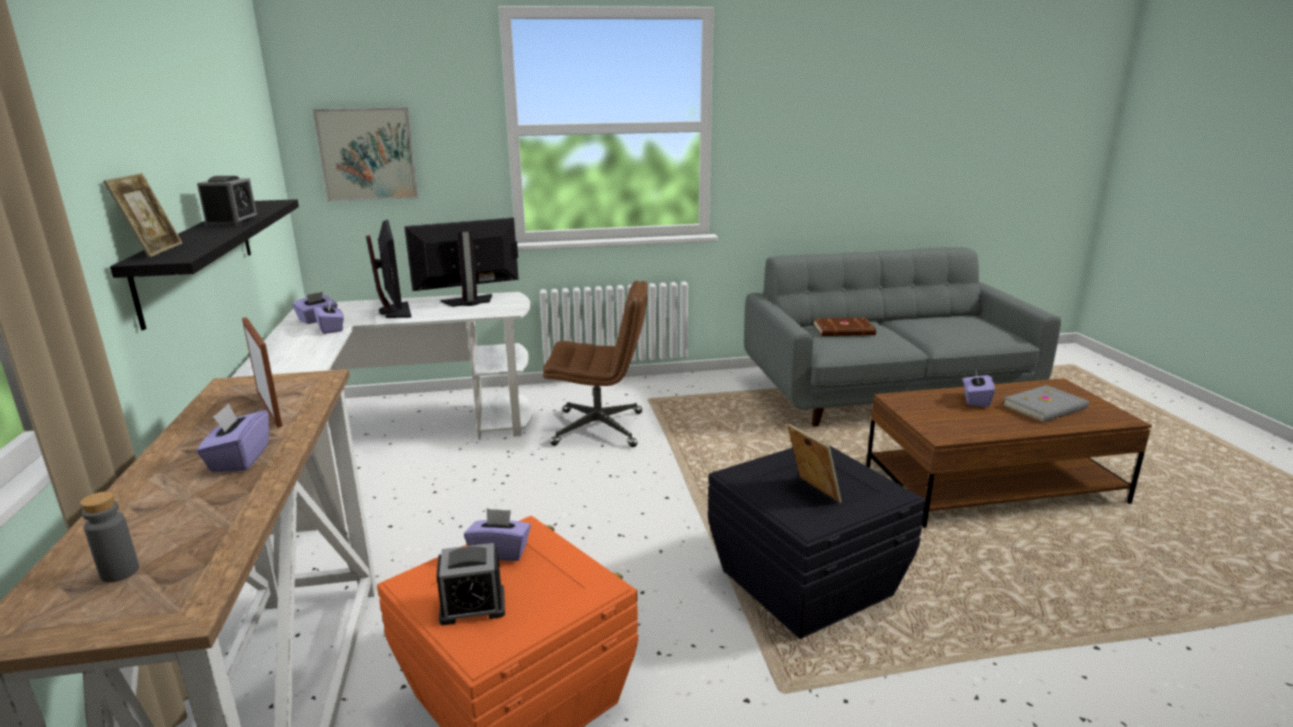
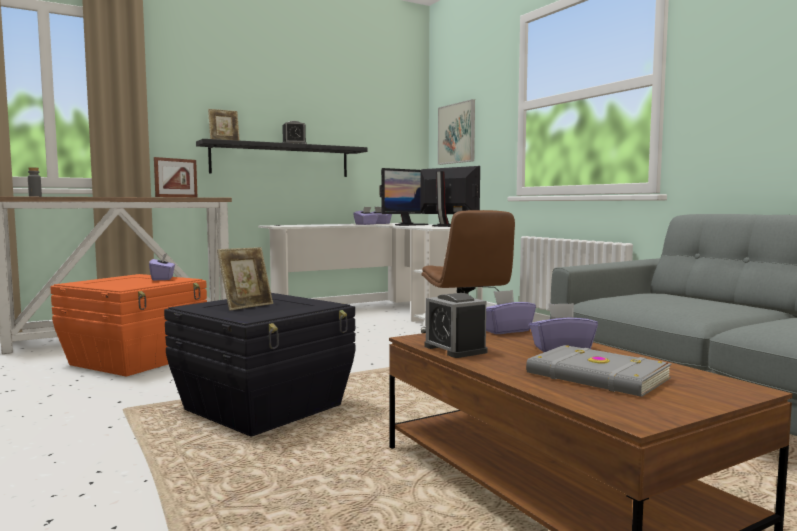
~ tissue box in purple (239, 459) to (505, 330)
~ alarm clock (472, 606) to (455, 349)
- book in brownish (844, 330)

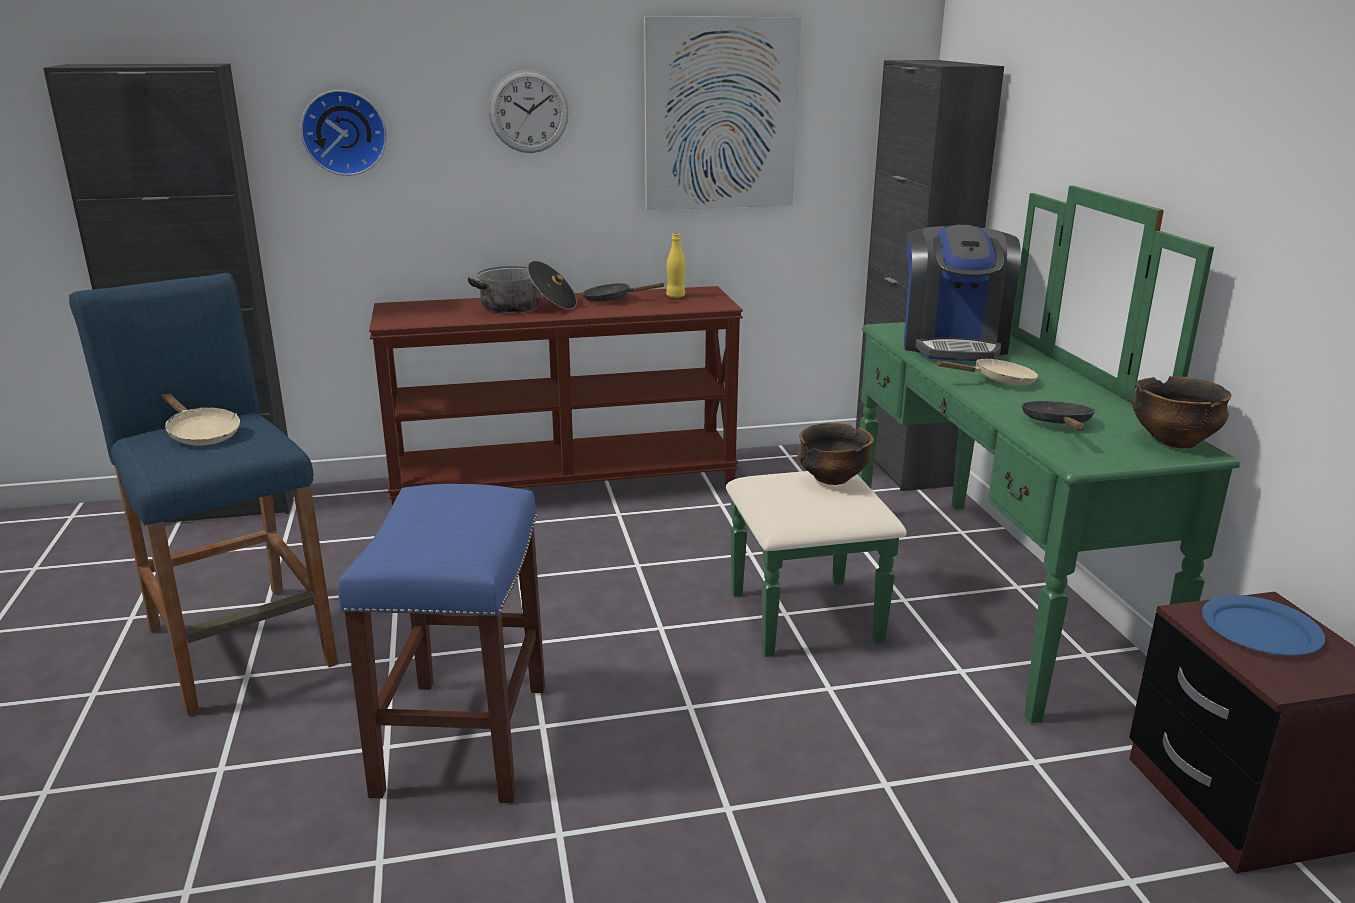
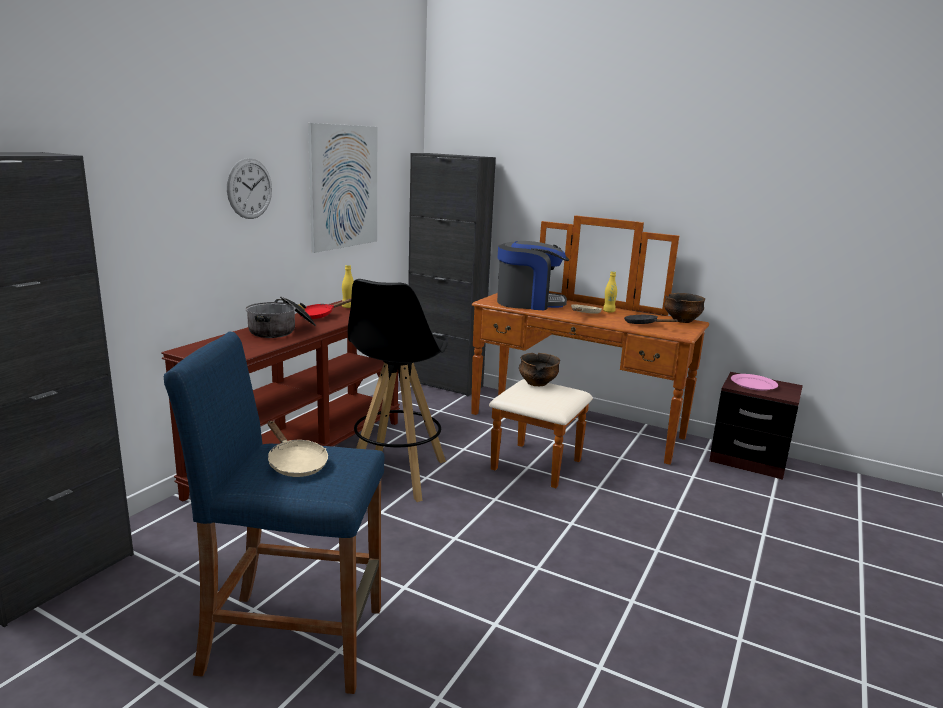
~ frying pan in beige (200, 434) = (295, 464) 60 degrees clockwise
- wall clock (344, 132)
- sitting stool in blue (464, 740)
~ frying pan in blackish (612, 299) to frying pan in reddish (319, 316)
~ chest of drawers in green-coloured (948, 600) to chest of drawers in brownish (568, 434)
~ coffee brewer (953, 344) = (529, 303) 45 degrees counterclockwise
~ flat dish in blue (1259, 630) to flat dish in pink-coloured (753, 384)
+ sitting stool in blackish (396, 475)
+ drink bottle in yellow (608, 311)

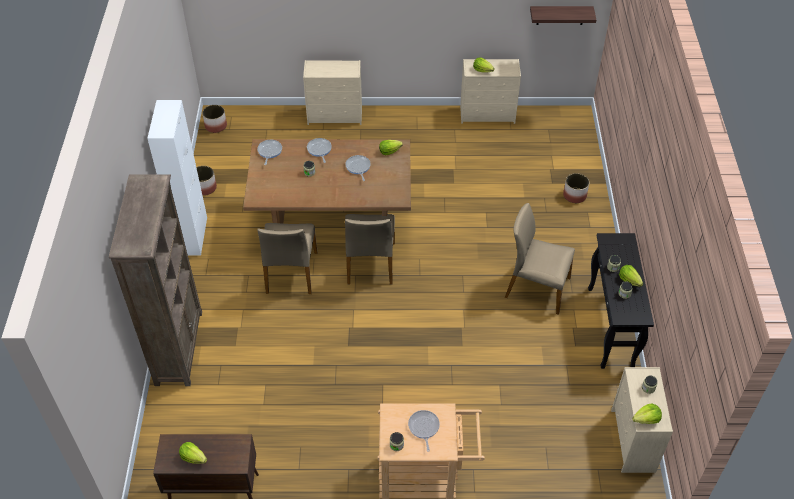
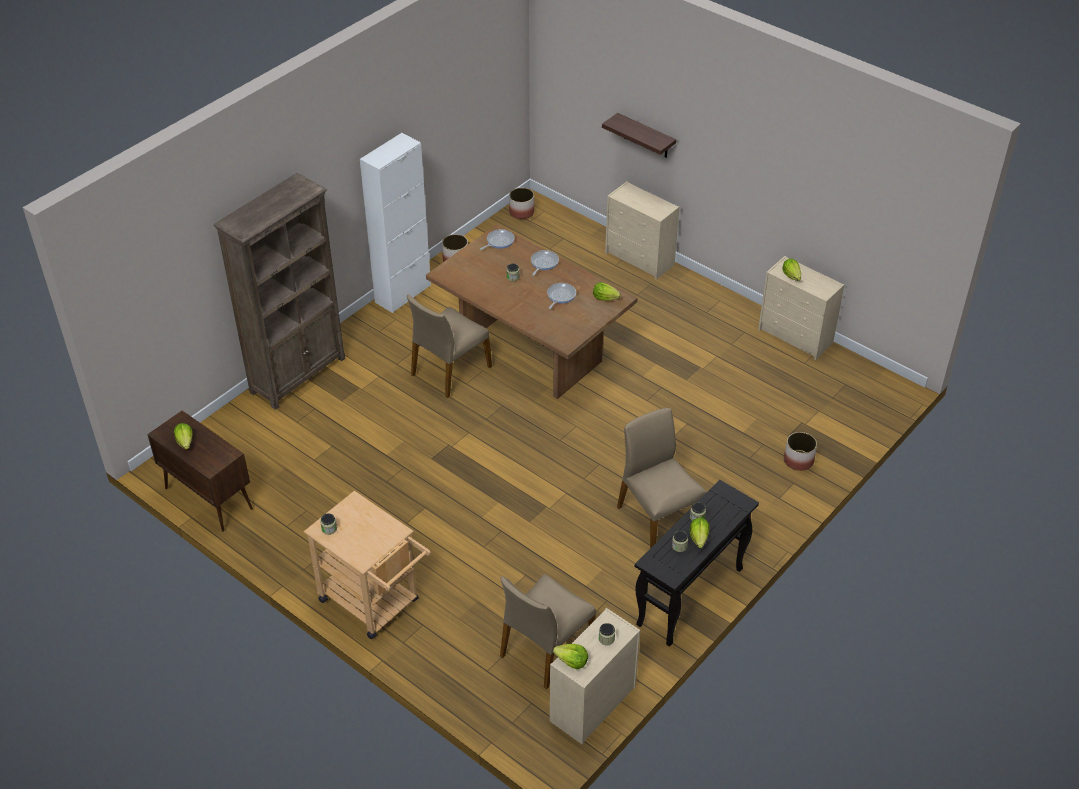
~ plain chair in beige (370, 263) to (546, 649)
- frying pan (423, 428)
~ bracket shelf (560, 15) to (646, 136)

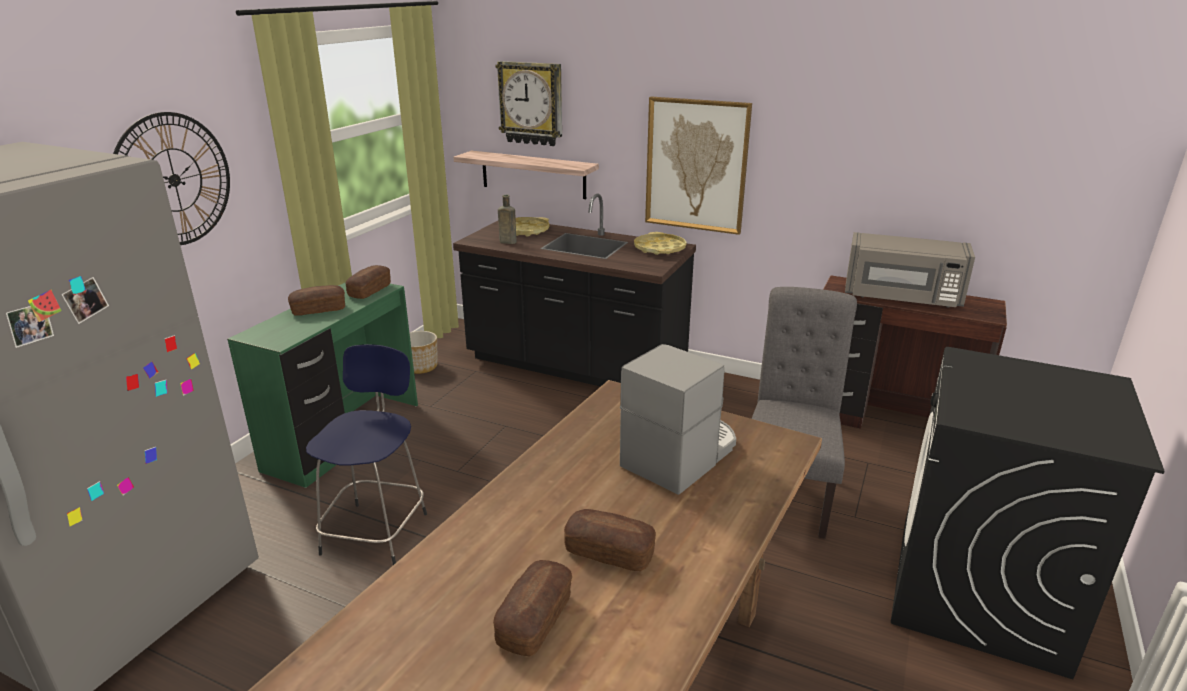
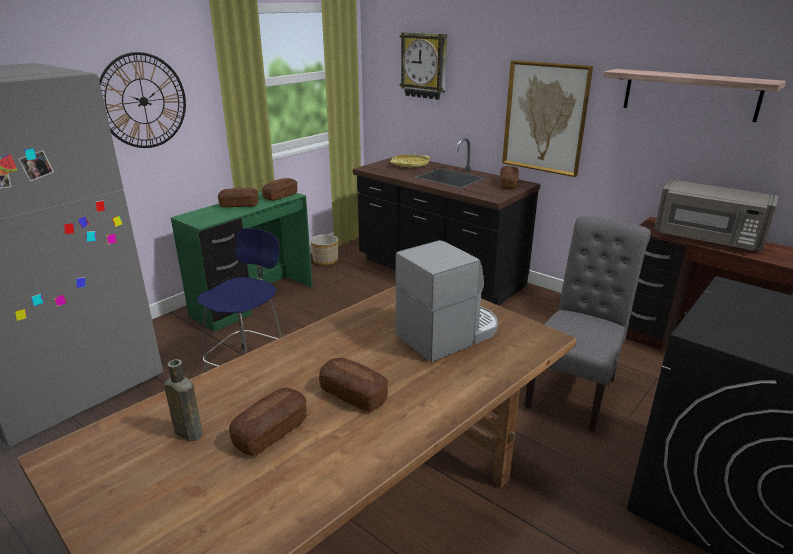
~ bracket shelf (533, 174) to (690, 94)
~ drink bottle in brownish (506, 242) to (187, 432)
~ serving tray in yellow (659, 249) to baked bread (508, 184)

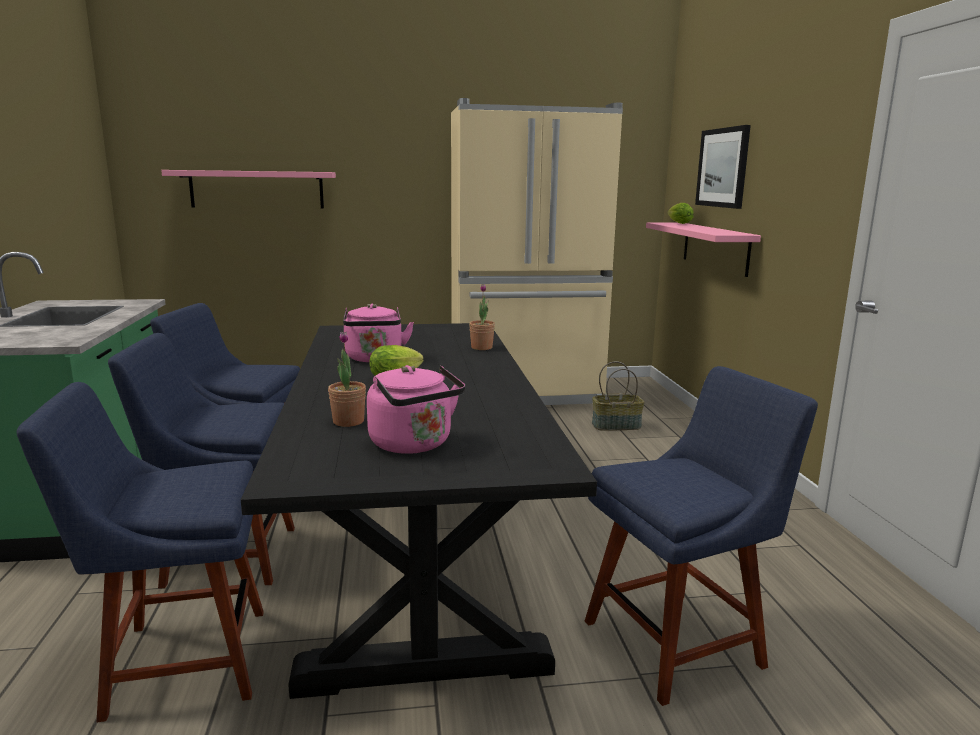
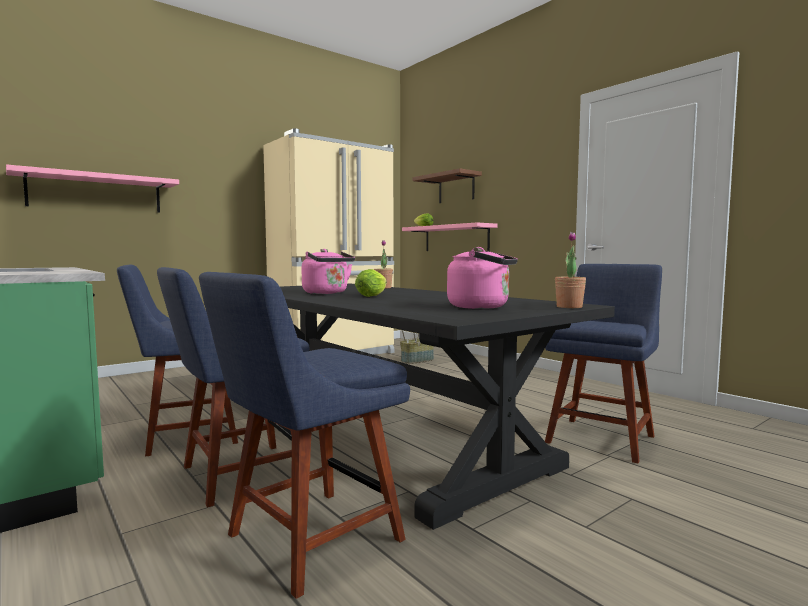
~ plant in a pot (348, 421) to (569, 307)
~ picture (723, 167) to bracket shelf in brownish (456, 188)

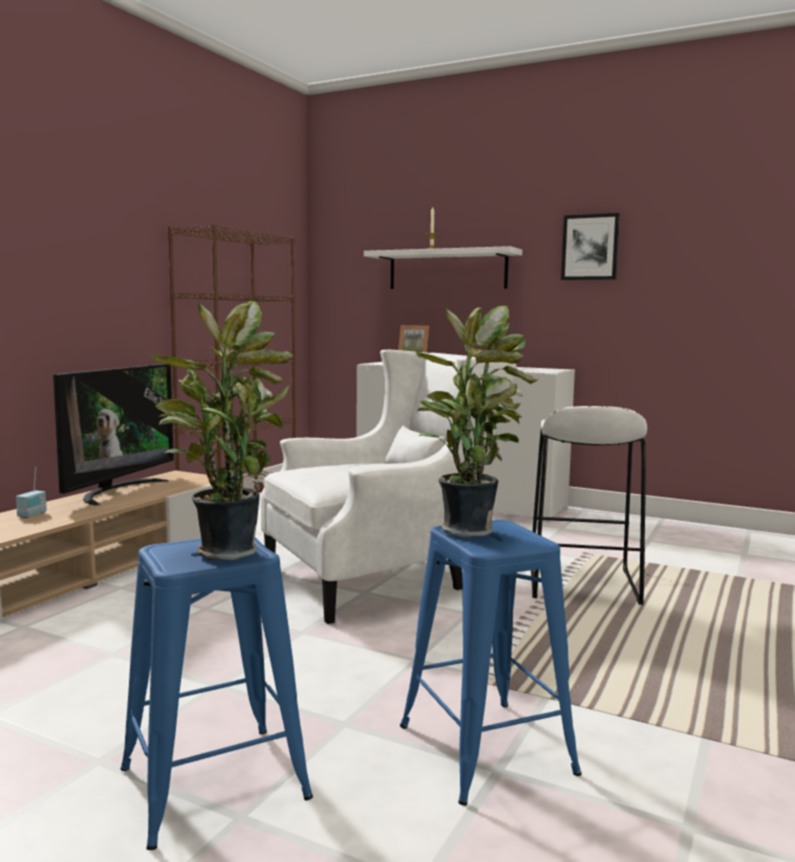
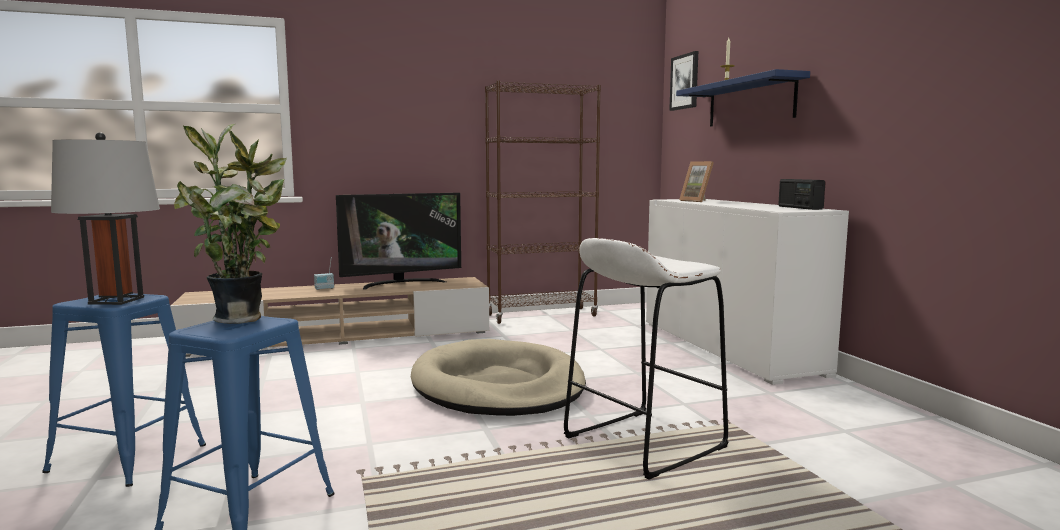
~ plant in a pot (226, 550) to lamp for a table in gray (116, 300)
~ lounge chair in white (381, 578) to pet bed in beige (498, 386)
~ bracket shelf in white (447, 270) to bracket shelf in blue (750, 102)
~ picture (590, 247) to (685, 82)
+ radio (799, 208)

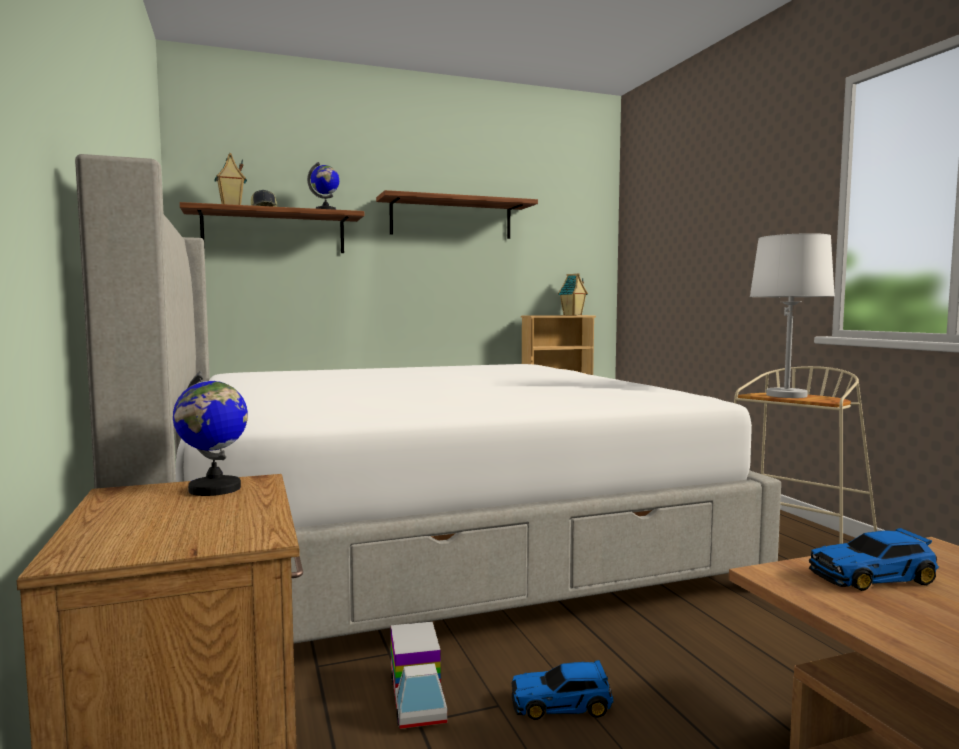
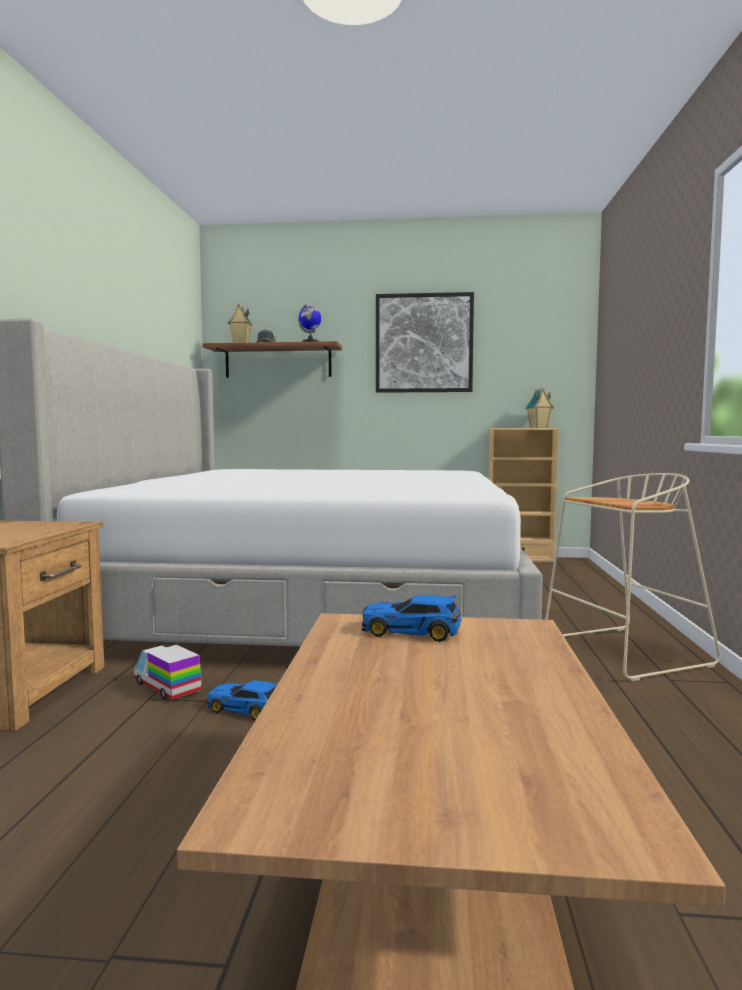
- globe (214, 489)
~ bracket shelf (451, 219) to picture (424, 343)
~ toy truck (417, 698) = (167, 687) 120 degrees clockwise
- lamp for a table in white (787, 395)

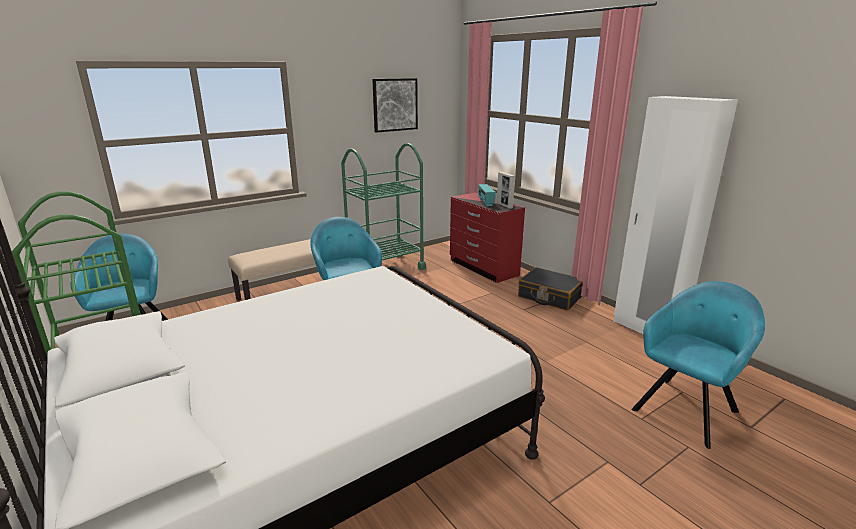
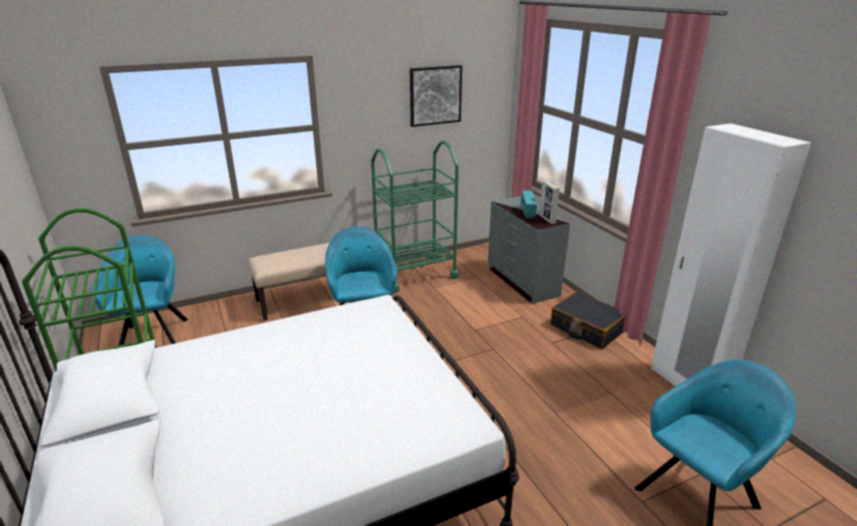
~ chest of drawers in reddish (483, 268) to chest of drawers in gray (522, 282)

